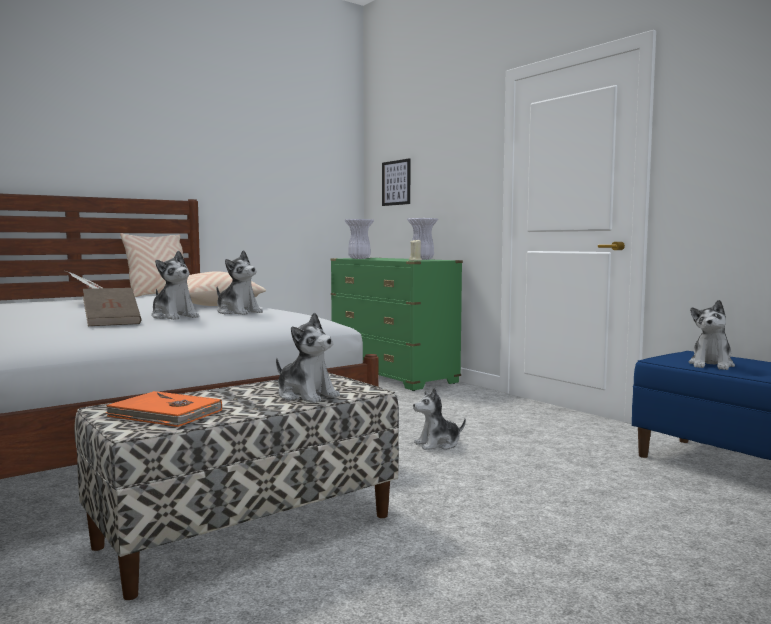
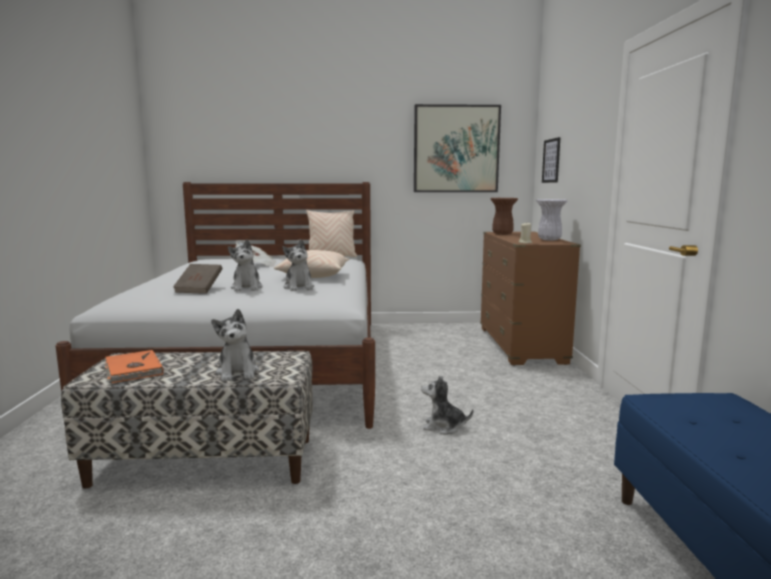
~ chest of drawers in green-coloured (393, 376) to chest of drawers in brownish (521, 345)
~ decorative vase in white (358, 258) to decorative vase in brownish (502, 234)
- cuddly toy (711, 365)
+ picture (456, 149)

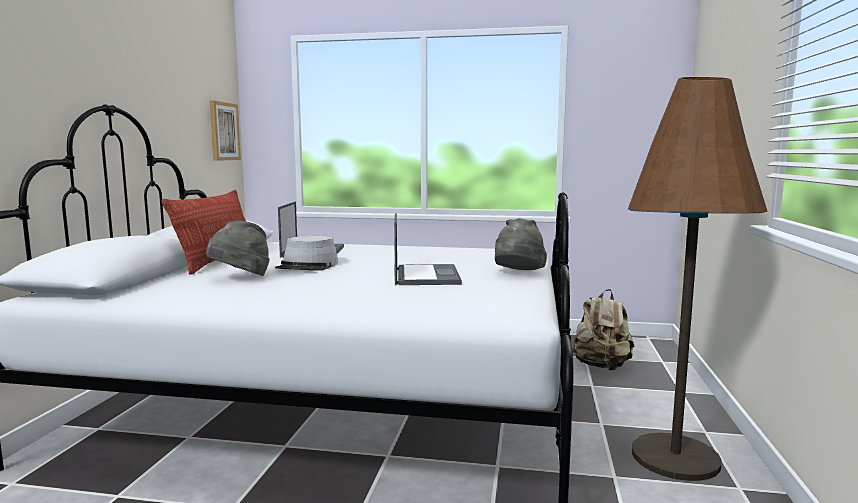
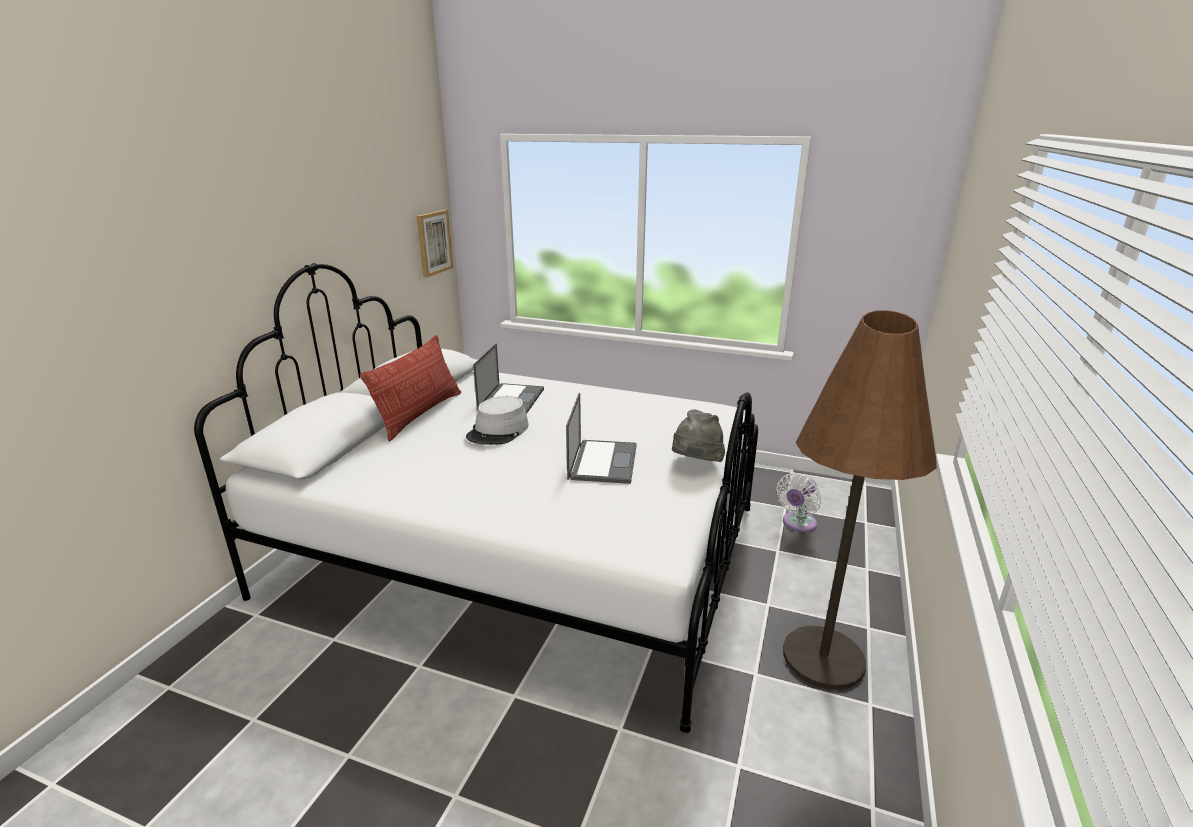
- wearable hat in gray (240, 278)
~ knapsack in beige (601, 367) to fan in white (797, 524)

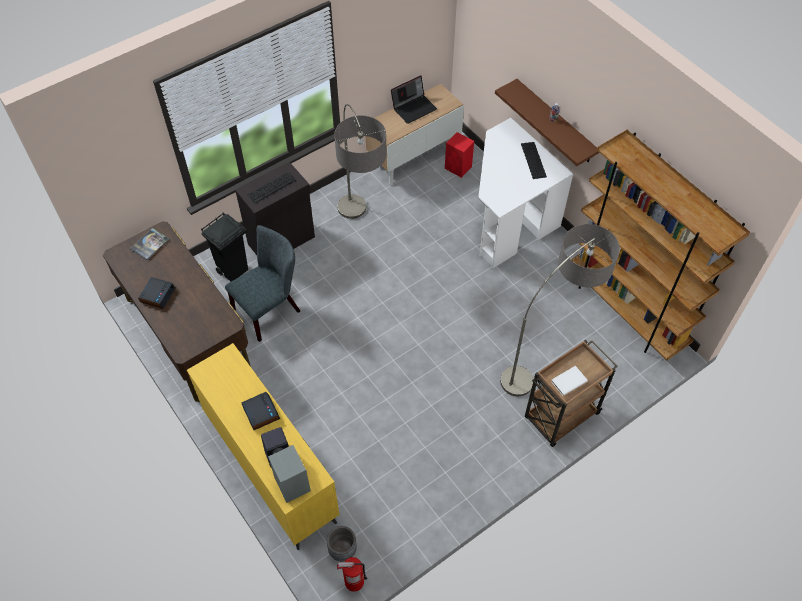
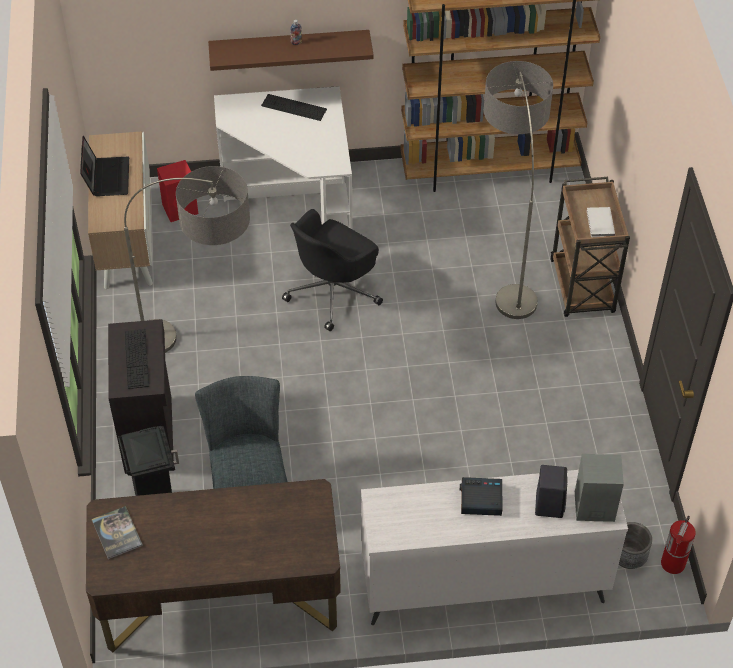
- alarm clock (157, 295)
~ chest of drawers in yellow (271, 468) to chest of drawers in white (482, 585)
+ desk chair in blackish (333, 292)

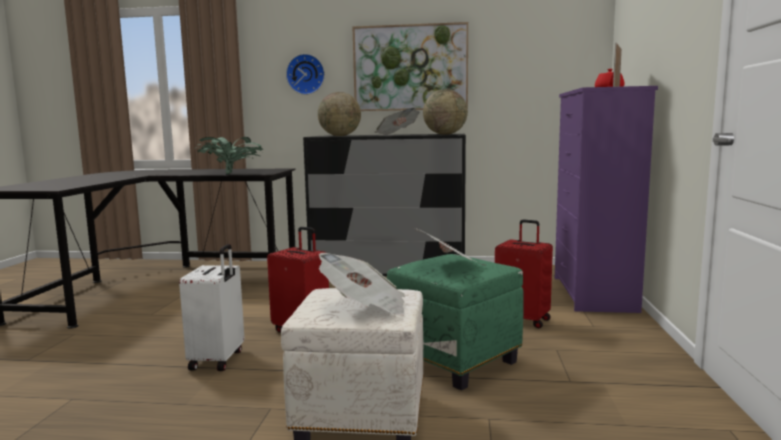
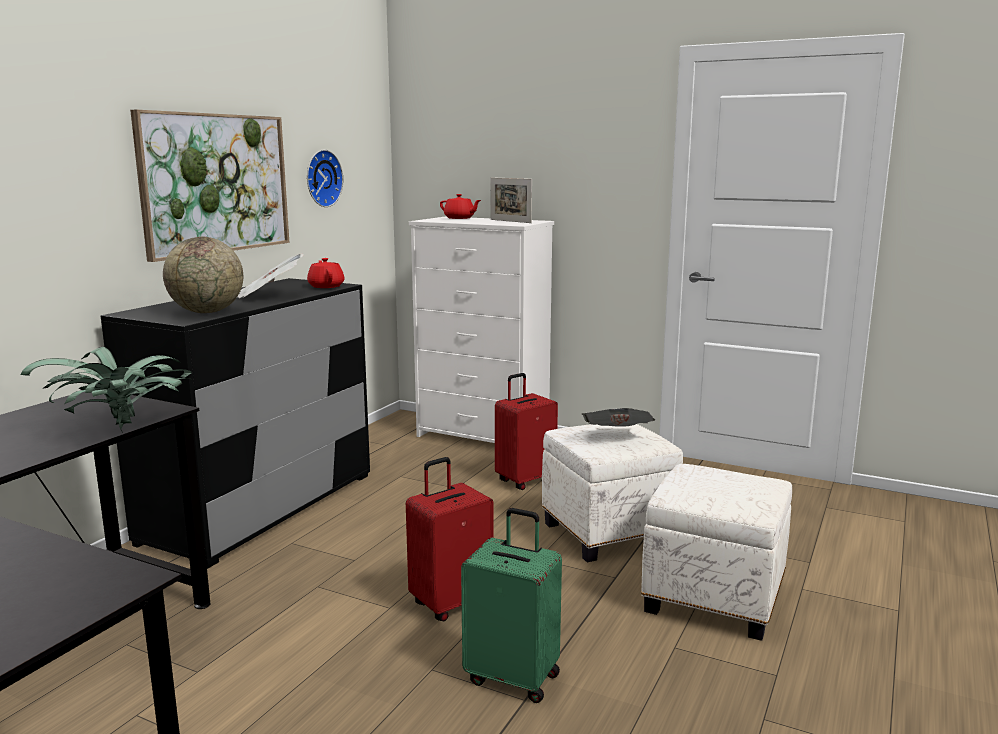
~ travel case in white (218, 360) to travel case in green-coloured (514, 677)
~ wall clock (306, 74) to (321, 178)
- daily paper (365, 307)
~ ottoman in green-coloured (455, 361) to ottoman in white (608, 533)
~ globe (445, 134) to teapot in reddish (326, 286)
~ chest of drawers in purple (592, 294) to chest of drawers in white (483, 437)

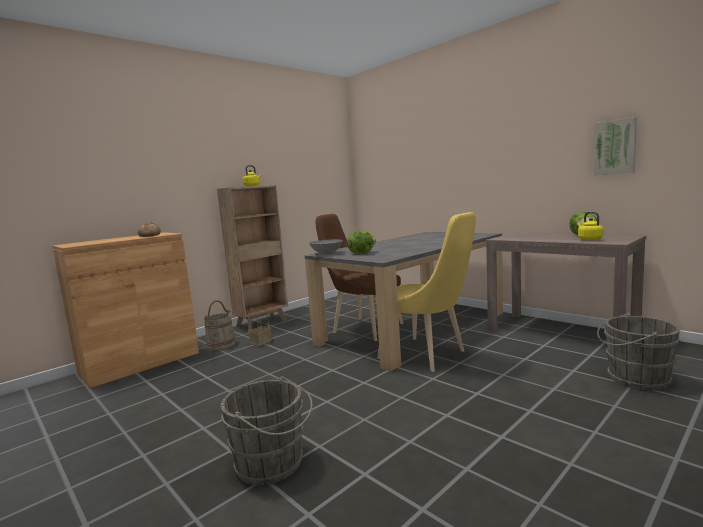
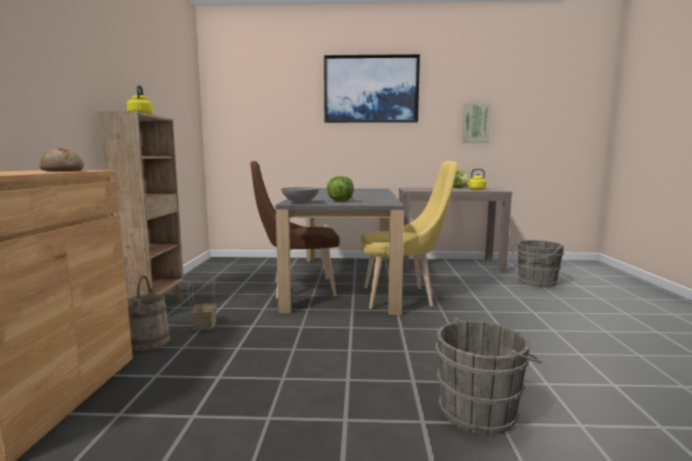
+ picture (371, 89)

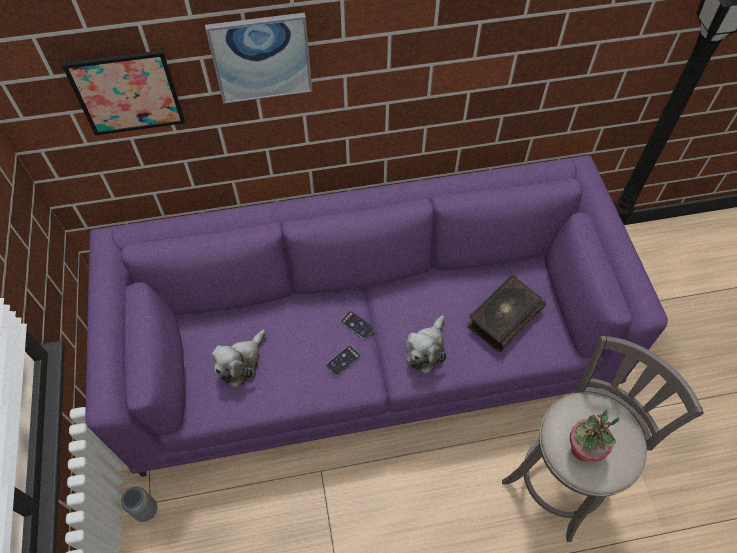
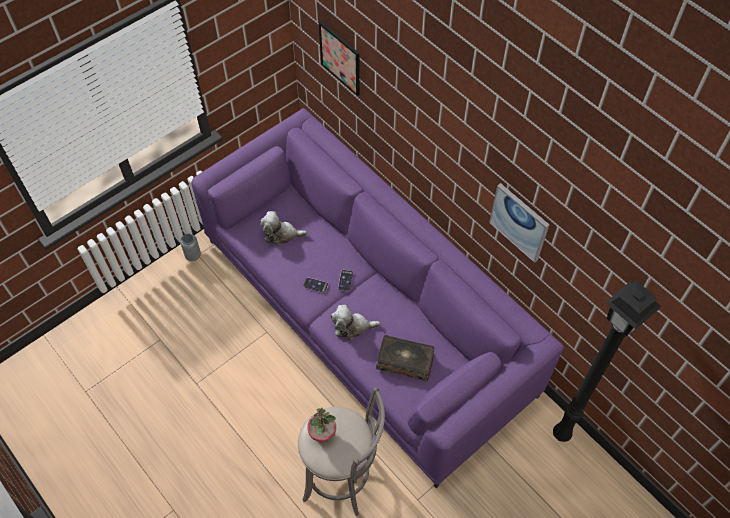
~ picture (261, 57) to (519, 222)

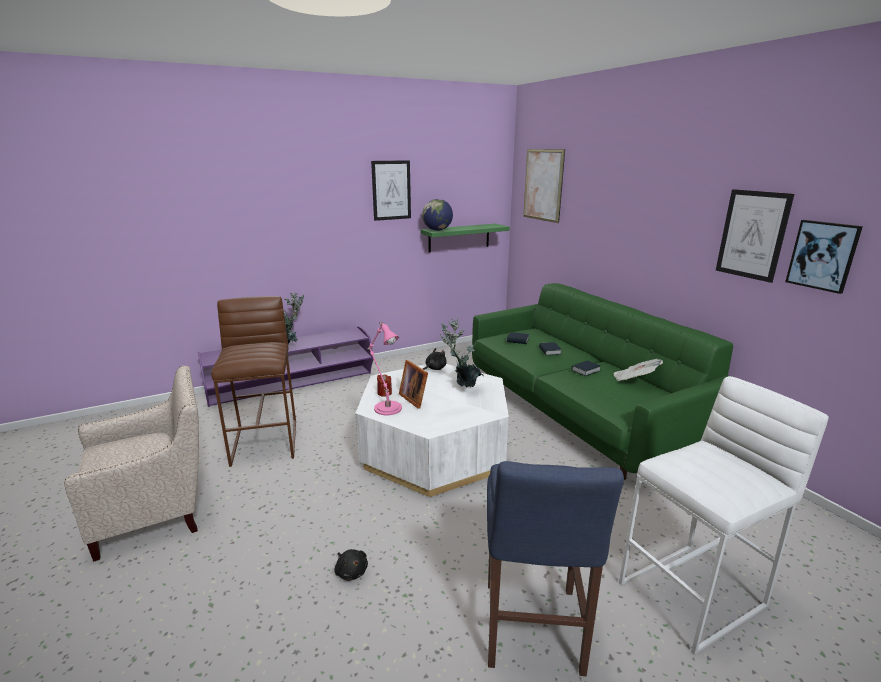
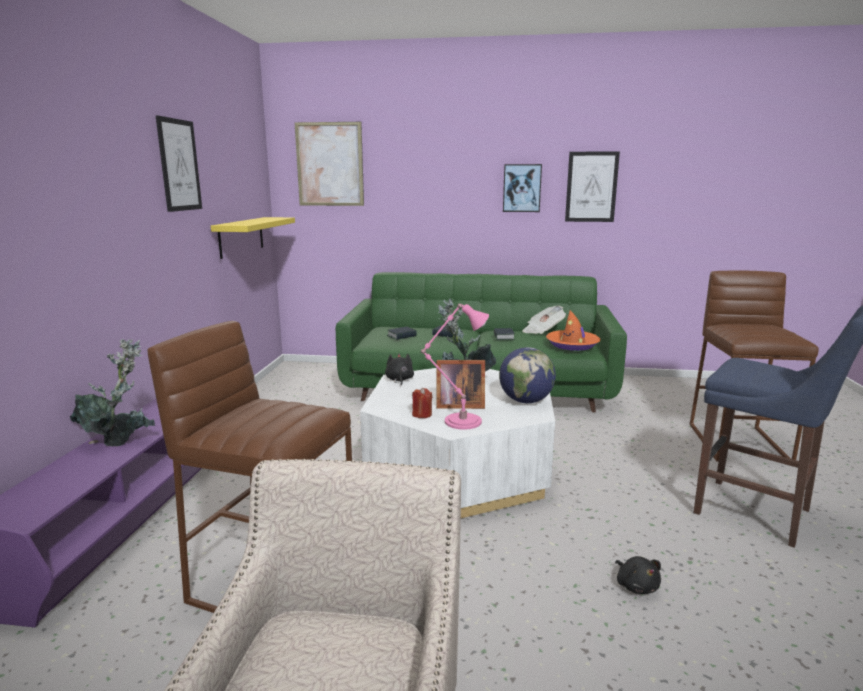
~ cuddly toy in blackish (351, 571) = (636, 586) 75 degrees clockwise
~ bracket shelf in green-coloured (459, 237) to bracket shelf in yellow (241, 237)
~ globe (437, 230) to (525, 401)
~ sitting stool in white (693, 595) to sitting stool in brownish (738, 443)
~ picture (822, 255) to (522, 188)
+ wearable hat in orangey (572, 345)

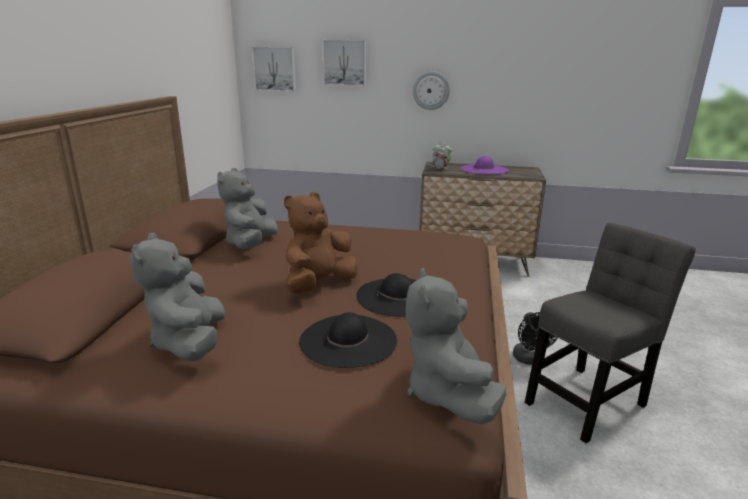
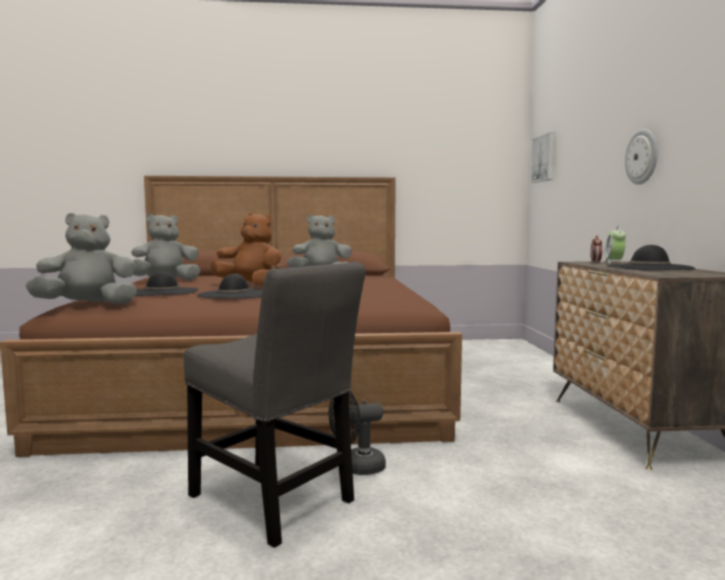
- picture (345, 63)
~ wearable hat in purple (484, 169) to wearable hat in blackish (649, 267)

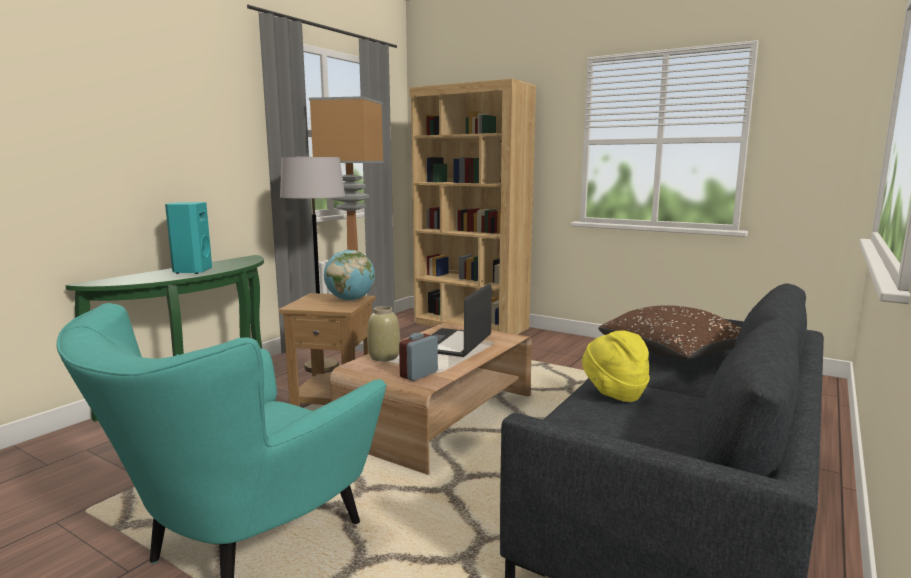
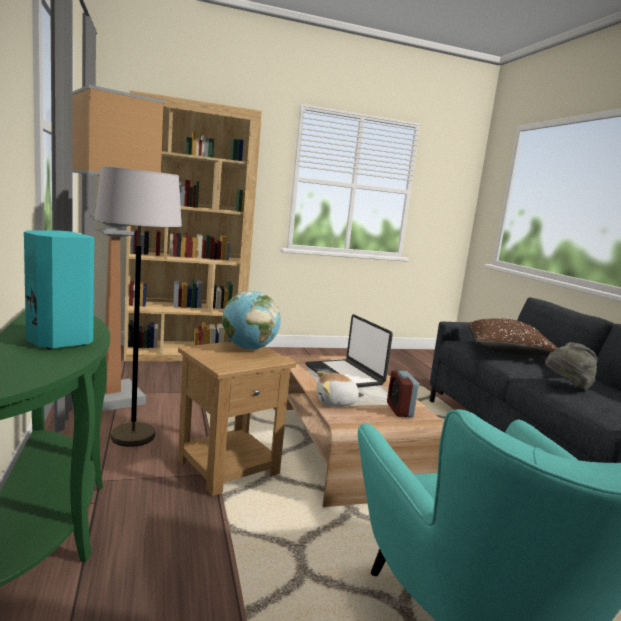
~ decorative vase in beige (384, 357) to cuddly toy (336, 402)
~ wearable hat in yellow (613, 393) to wearable hat in gray (566, 387)

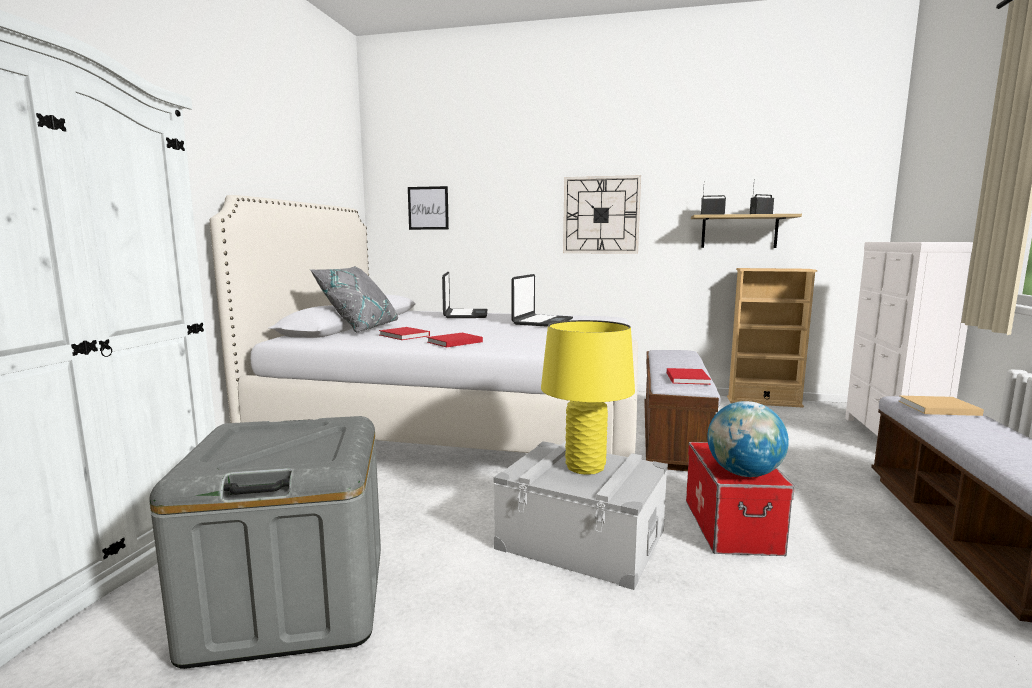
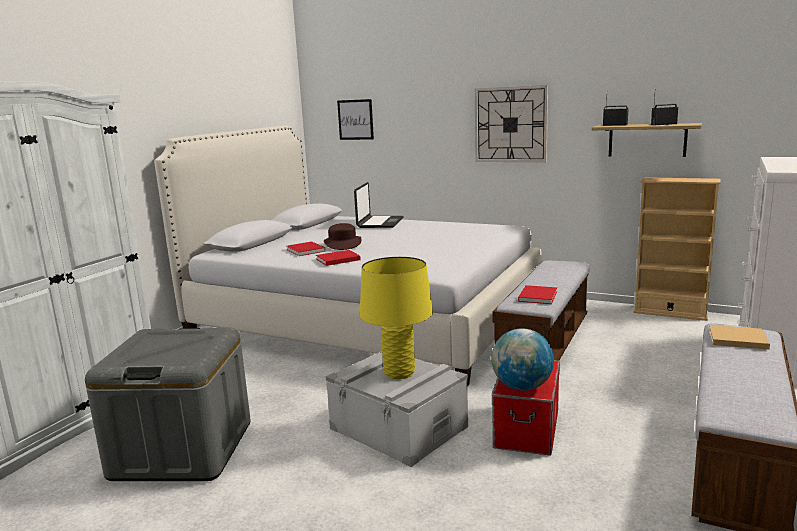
- throw pillow in gray (360, 329)
- portable computer (542, 322)
+ wearable hat in brownish (342, 244)

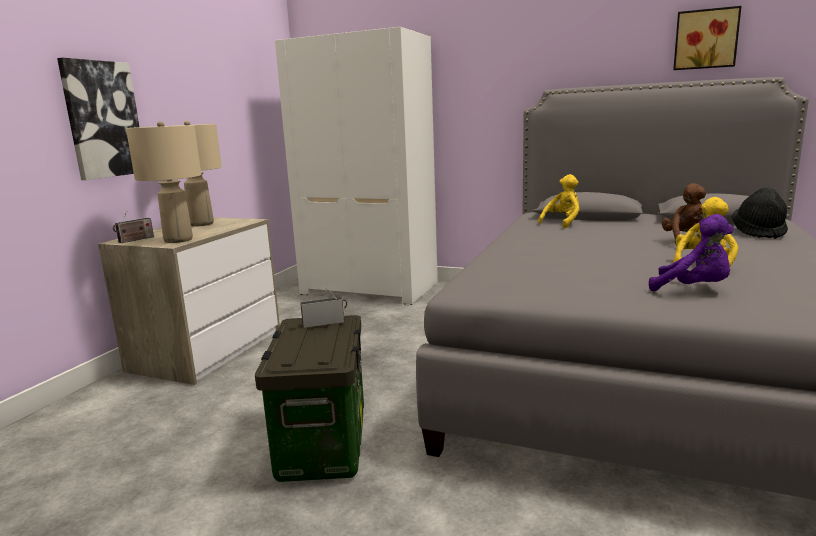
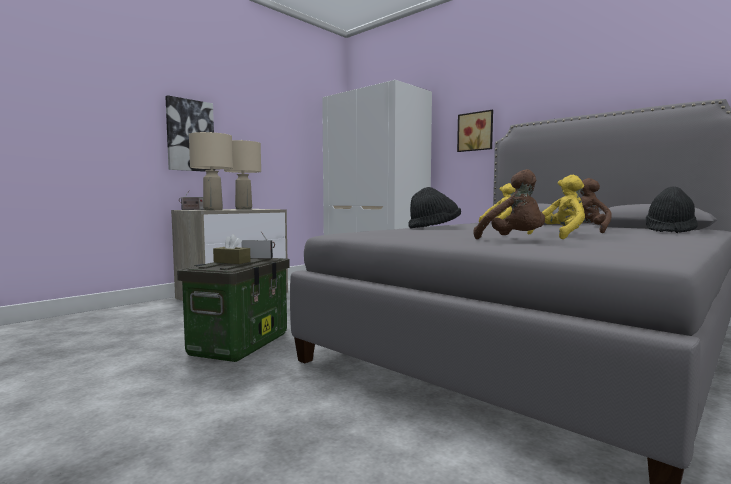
~ cuddly toy in purple (693, 289) to cuddly toy in brownish (514, 240)
~ picture (705, 39) to (476, 131)
+ tissue box in brownish (232, 262)
+ wearable hat in blackish (434, 228)

